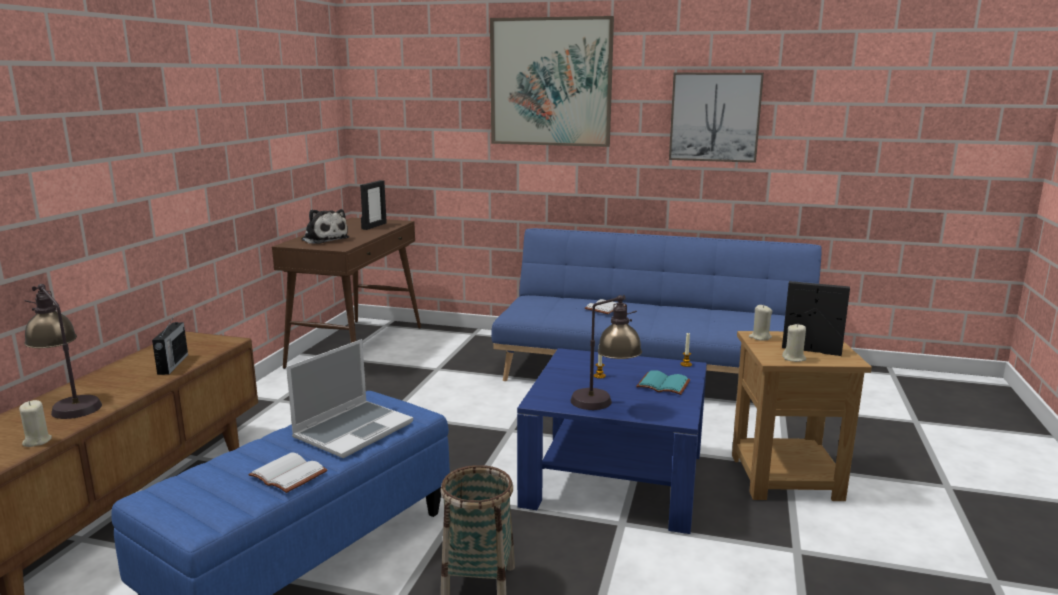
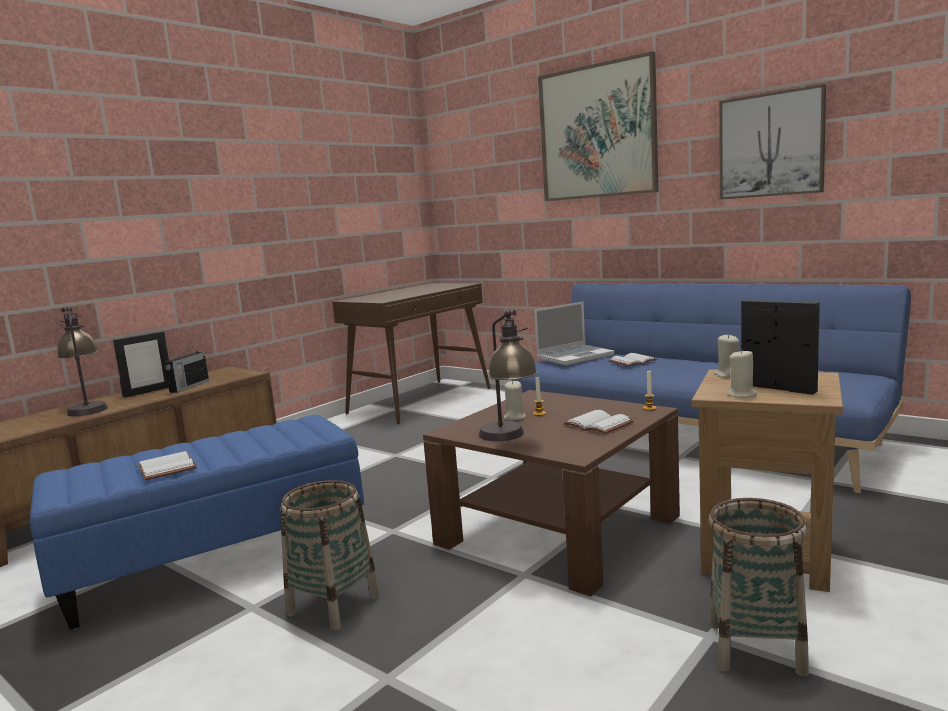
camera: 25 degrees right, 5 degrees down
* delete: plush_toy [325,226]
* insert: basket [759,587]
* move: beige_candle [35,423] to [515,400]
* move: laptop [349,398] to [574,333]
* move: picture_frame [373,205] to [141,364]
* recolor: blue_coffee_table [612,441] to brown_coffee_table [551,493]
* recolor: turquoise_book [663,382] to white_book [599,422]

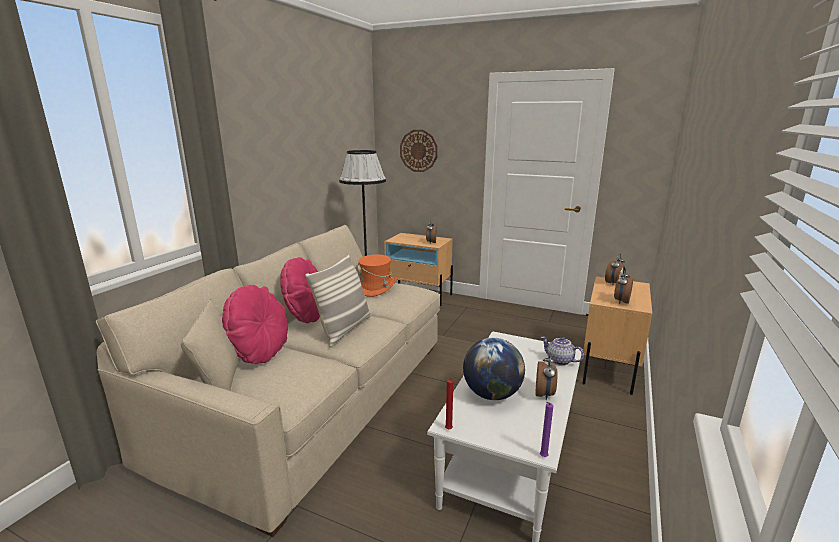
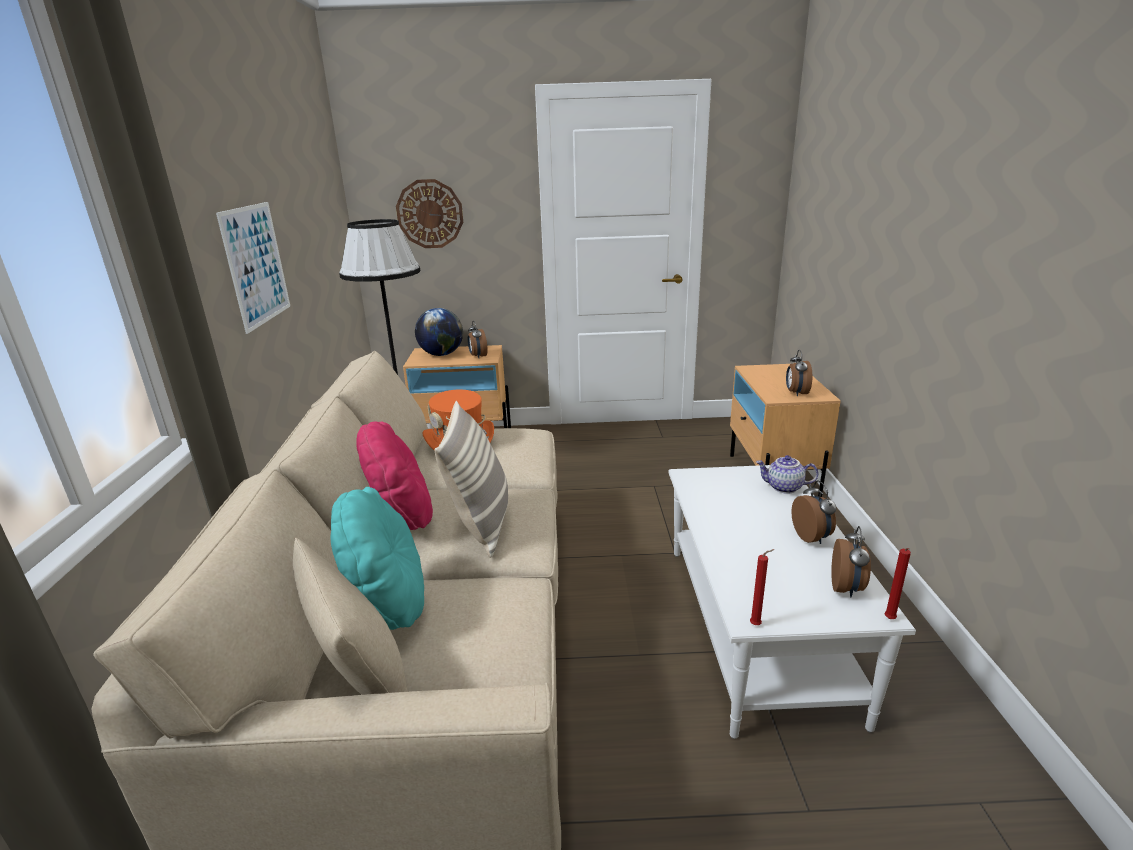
camera: 25 degrees left, 5 degrees up
* insert: picture [253,268]
* move: globe [494,369] to [439,332]
* move: alarm_clock [615,269] to [851,562]
* recolor: pink_pillow [255,324] to turquoise_pillow [377,558]
* recolor: purple_candle [546,429] to red_candle [897,583]

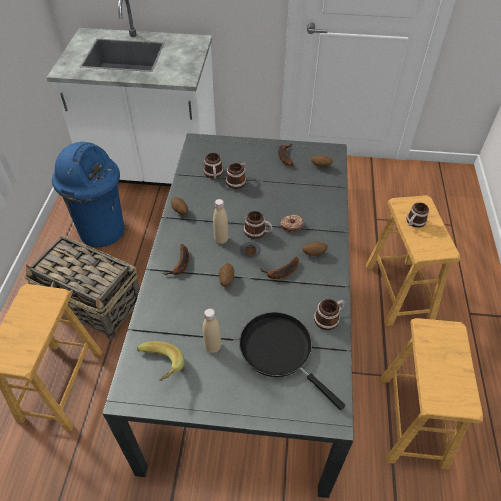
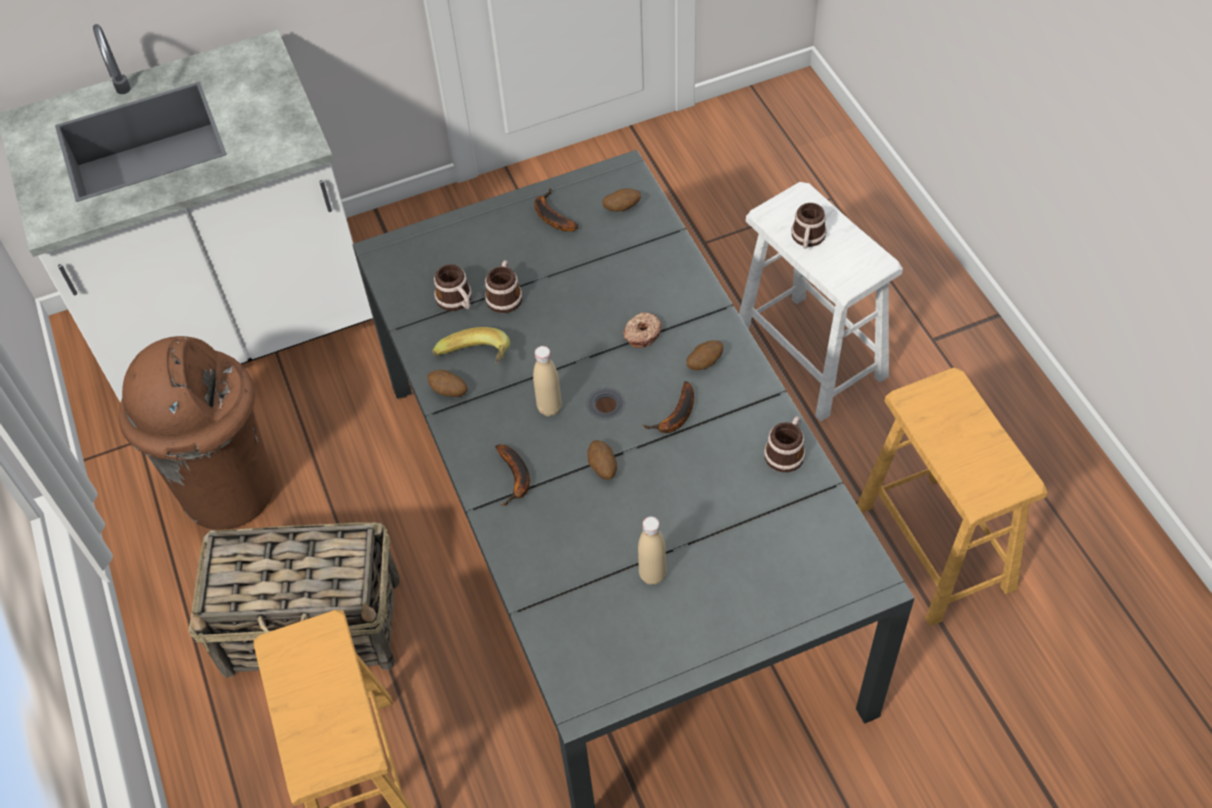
camera: 25 degrees left, 5 degrees up
* delete: black_frying_pan [292,361]
* delete: mug [258,225]
* move: banana [161,361] to [471,345]
* recolor: blue_trash_can [88,194] to brown_trash_can [196,433]
* recolor: brown_stool [412,260] to white_stool [821,301]

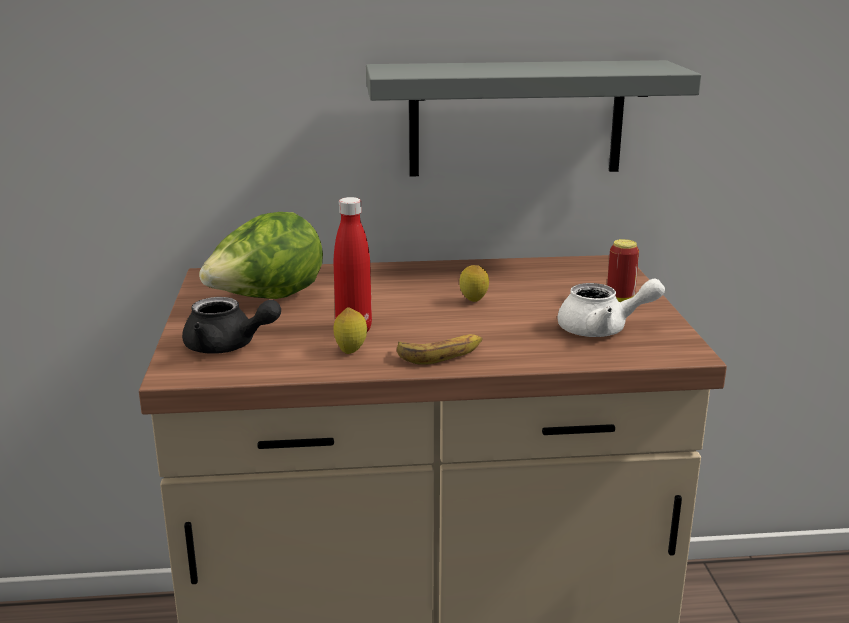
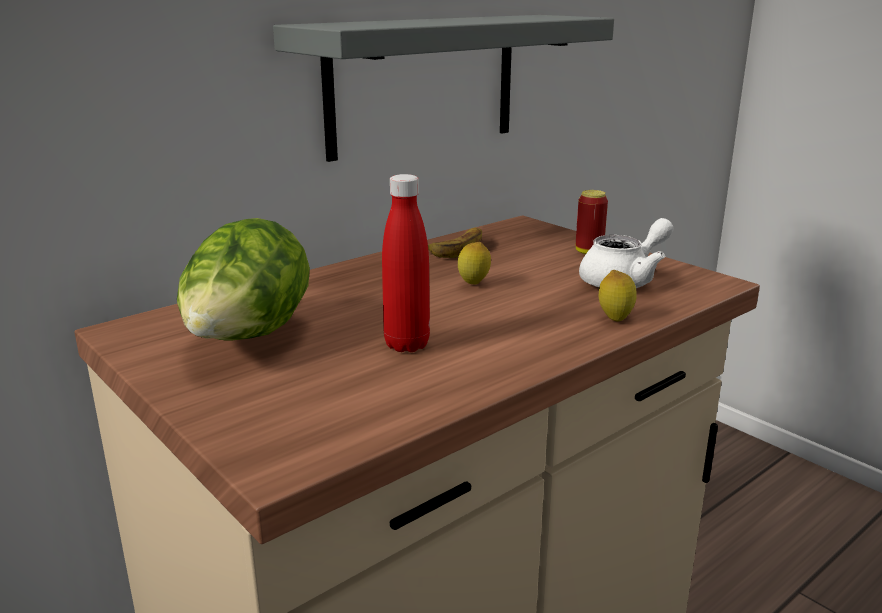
camera: 35 degrees left, 0 degrees up
* delete: black_teapot [231,325]
* move: lemon [350,330] to [618,296]
* move: banana [439,349] to [455,243]

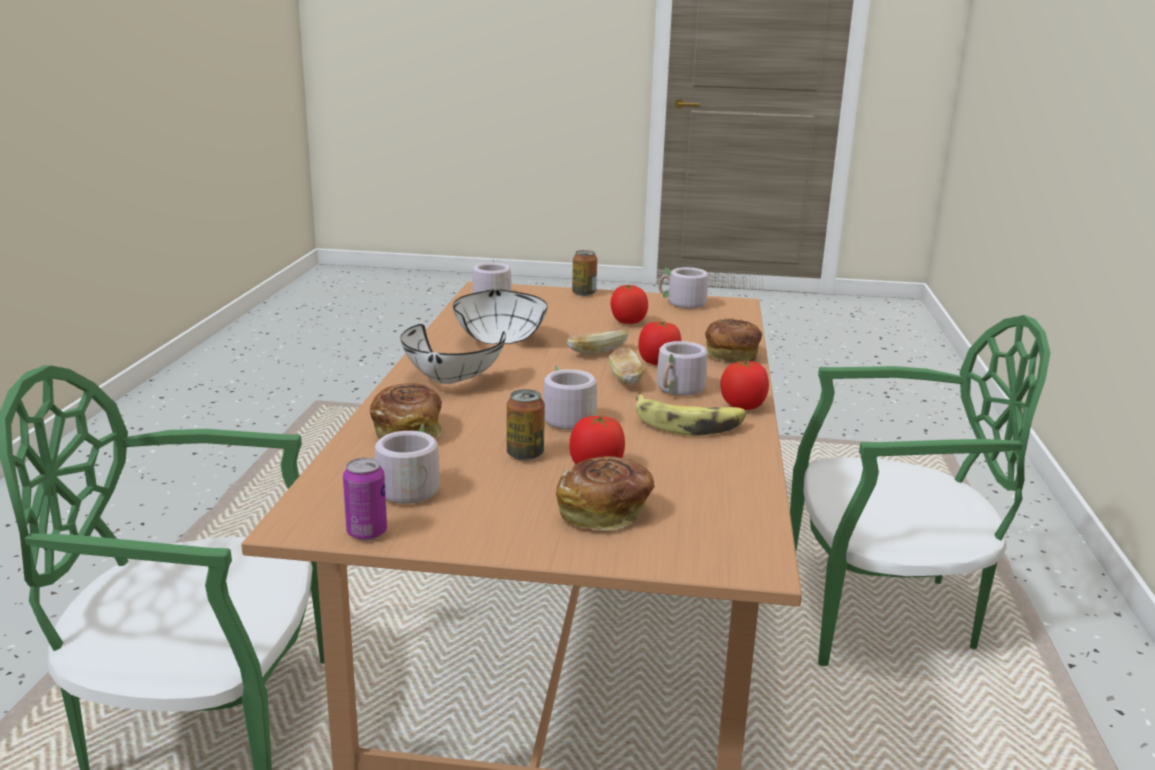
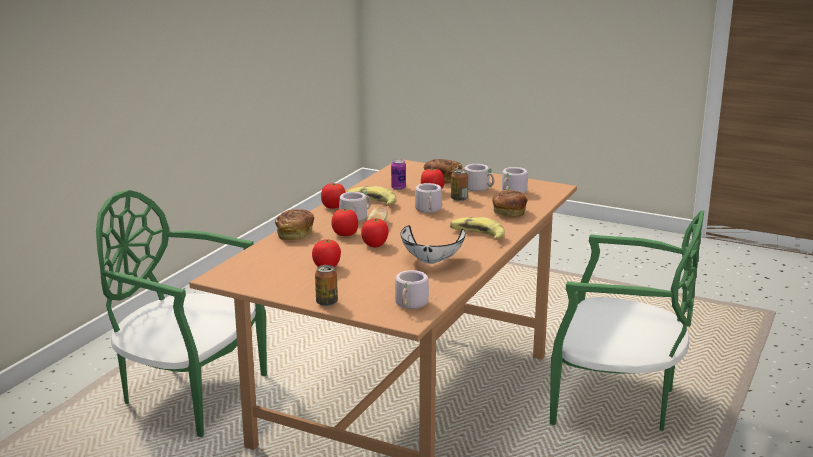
camera: 160 degrees left, 0 degrees up
* move: can [365,499] to [398,174]
* move: grey_mug [683,290] to [479,177]
* replace: white_bowl [453,354] to banana [477,228]
* replace: bread [598,341] to tomato [375,233]

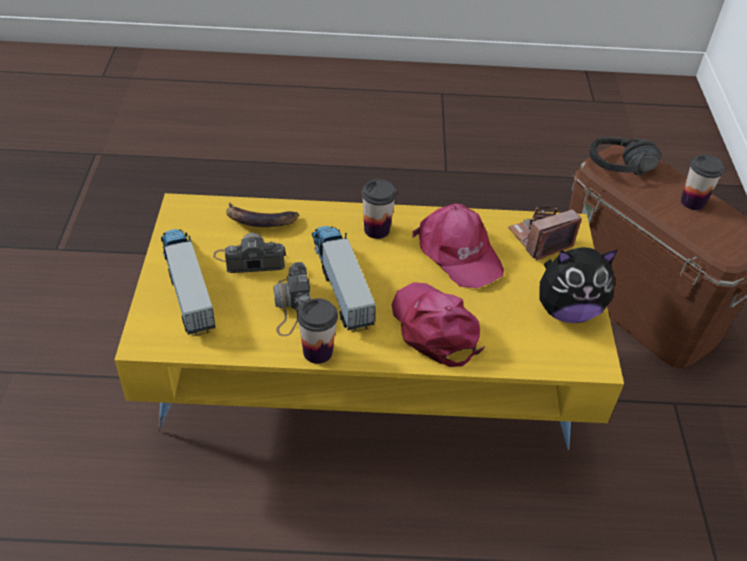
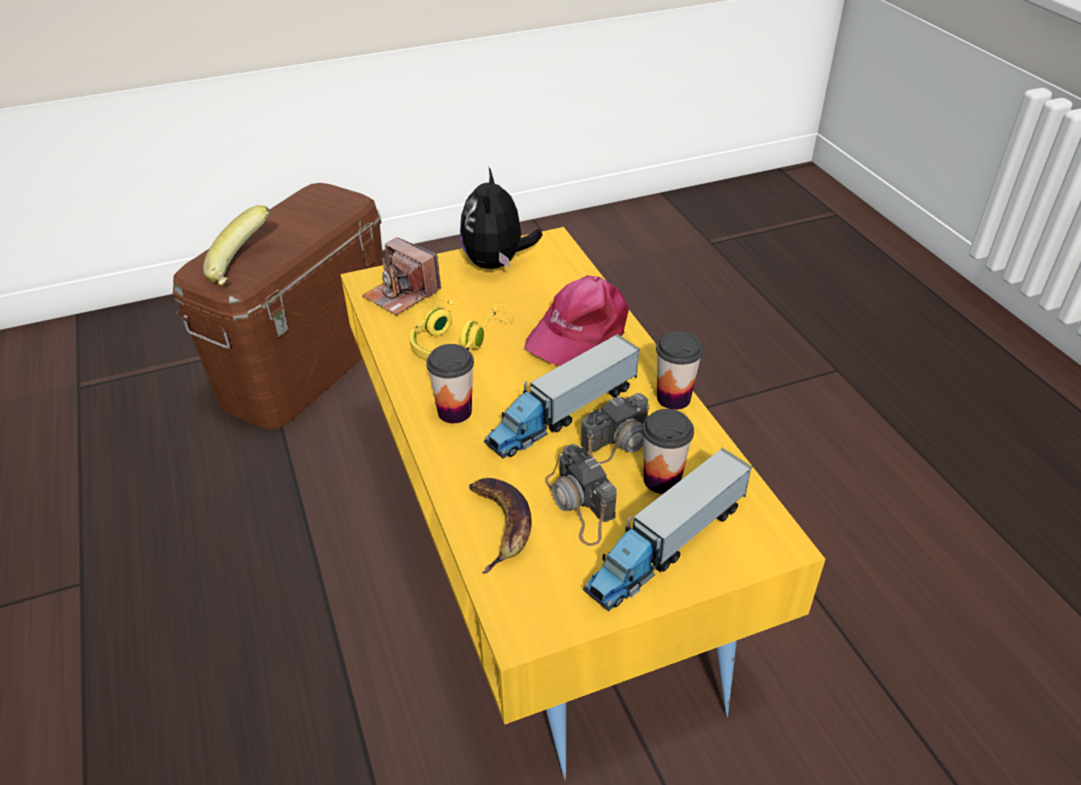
camera: 110 degrees left, 5 degrees down
* move: cup [703,182] to [668,451]
* replace: pink_cap [458,245] to yellow_headphones [462,328]
* replace: black_headphones [625,156] to banana [236,245]
* rotate: plush_toy [578,285] = [501,218] 150 degrees counterclockwise

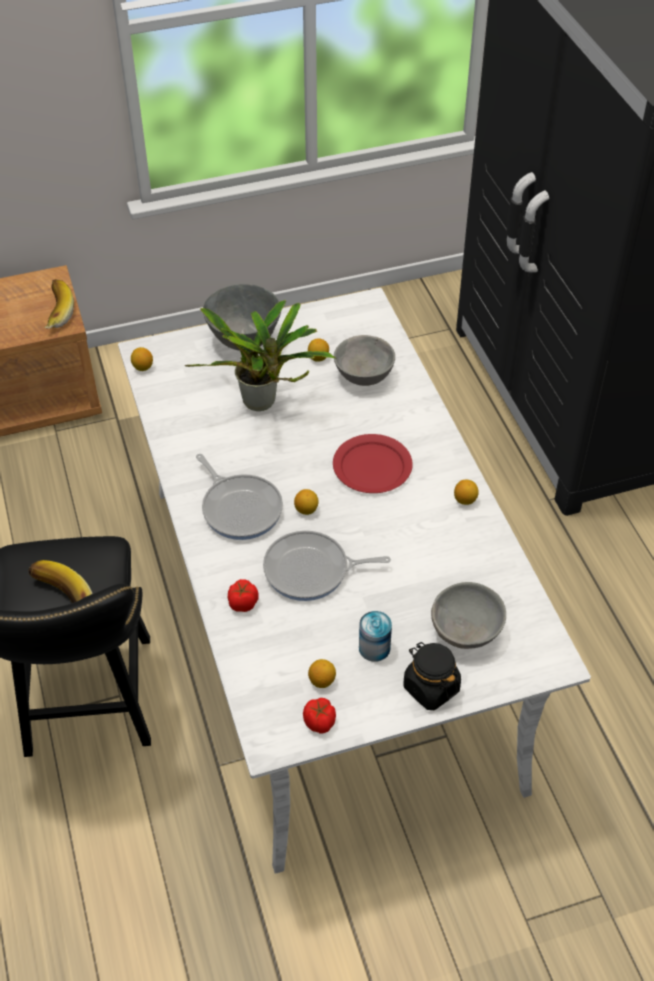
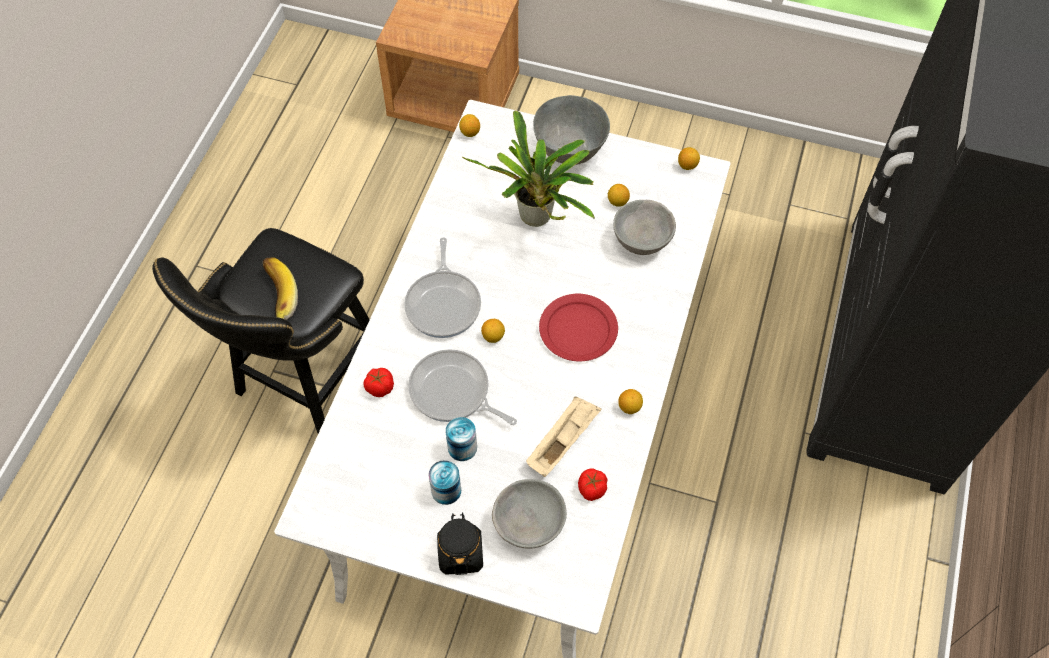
camera: 35 degrees right, 10 degrees up
* delete: banana [59,304]
* insert: can [461,439]
* insert: beige_tray [563,437]
* move: tomato [319,715] to [592,484]
* move: lemon [322,673] to [689,158]

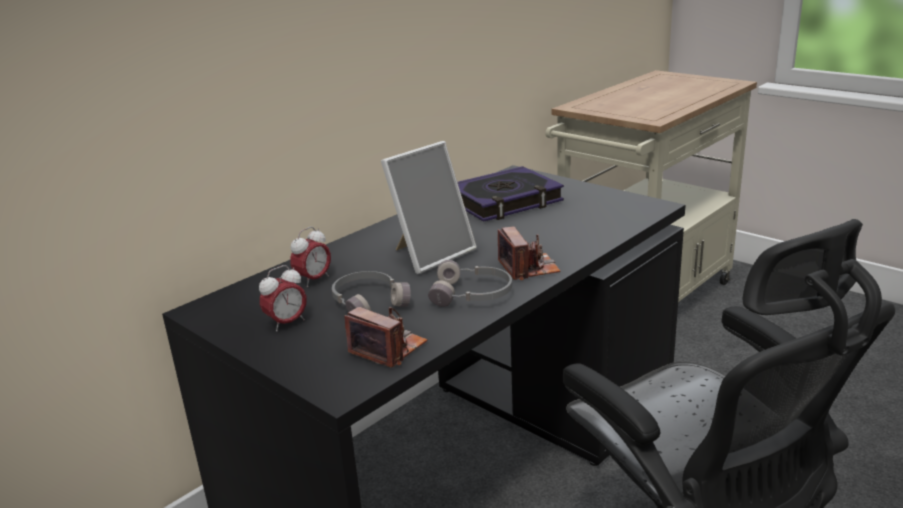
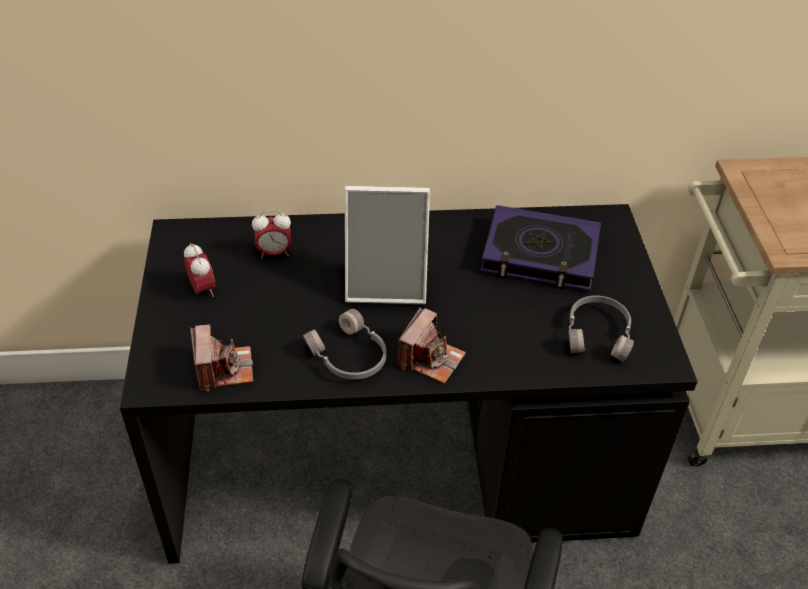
camera: 40 degrees right, 20 degrees up
* move: grey_headphones [371,291] to [601,328]
* rotate: alarm_clock [283,298] = [200,270] 120 degrees counterclockwise

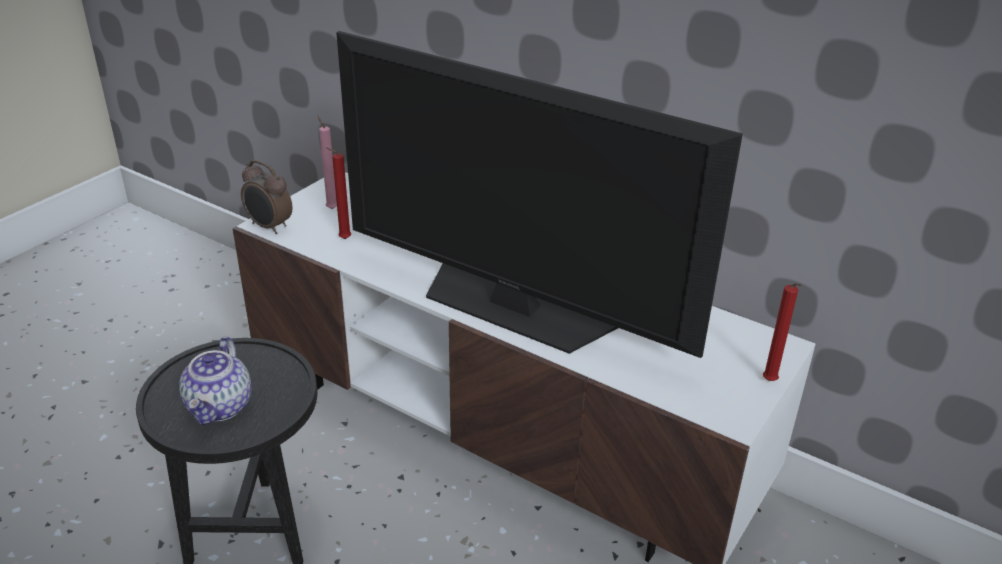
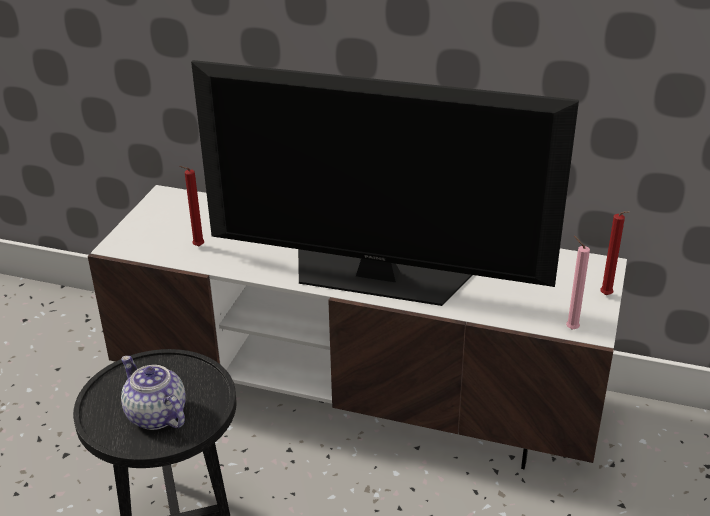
camera: 15 degrees left, 0 degrees up
* delete: alarm_clock [266,197]
* move: pink_candle [327,162] to [578,283]
* rotate: teapot [215,381] = [153,393] 150 degrees clockwise

